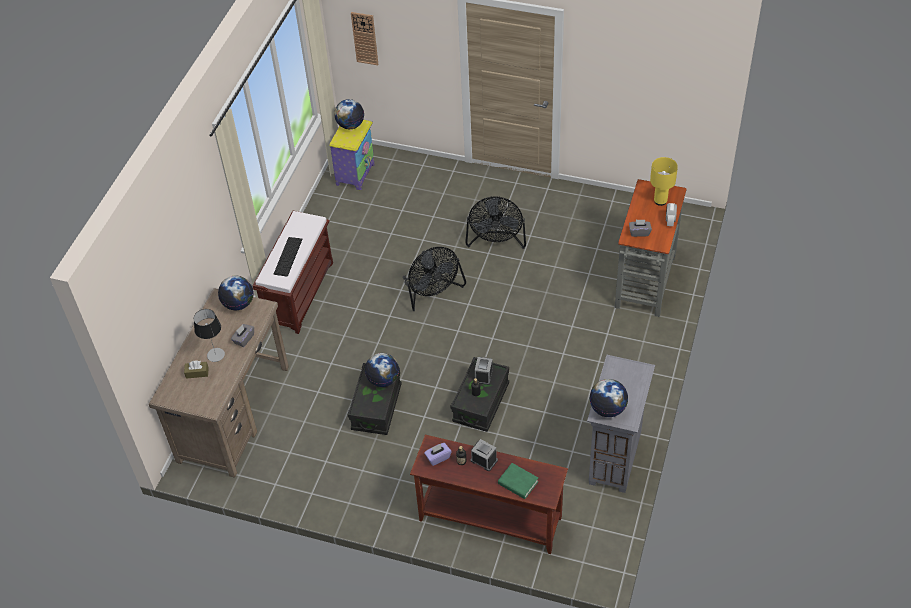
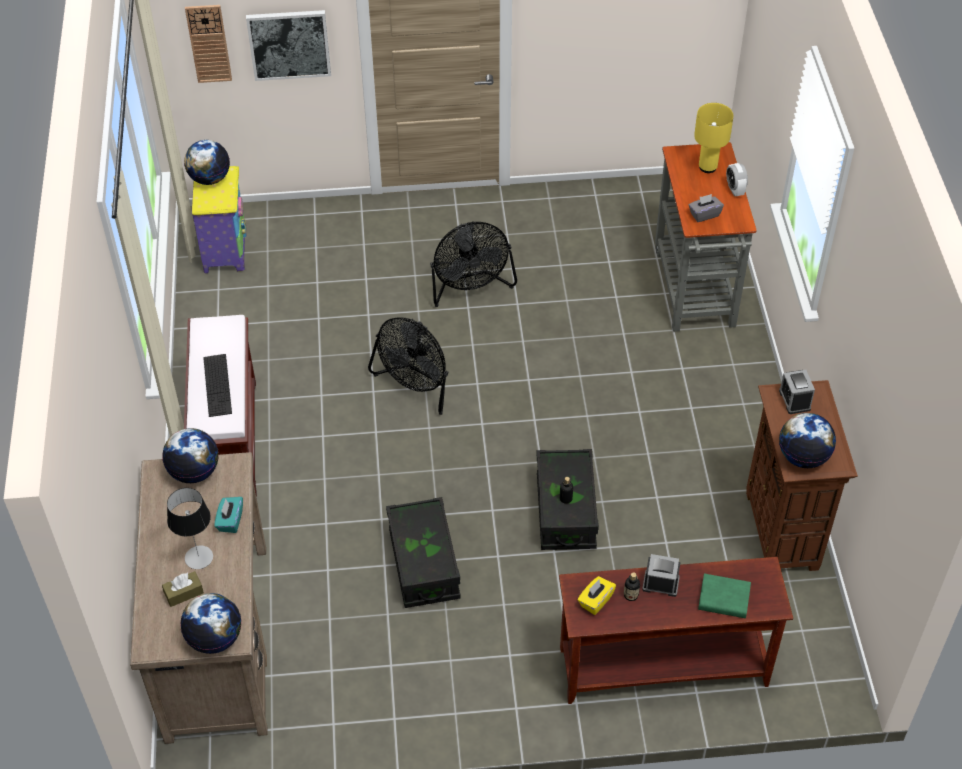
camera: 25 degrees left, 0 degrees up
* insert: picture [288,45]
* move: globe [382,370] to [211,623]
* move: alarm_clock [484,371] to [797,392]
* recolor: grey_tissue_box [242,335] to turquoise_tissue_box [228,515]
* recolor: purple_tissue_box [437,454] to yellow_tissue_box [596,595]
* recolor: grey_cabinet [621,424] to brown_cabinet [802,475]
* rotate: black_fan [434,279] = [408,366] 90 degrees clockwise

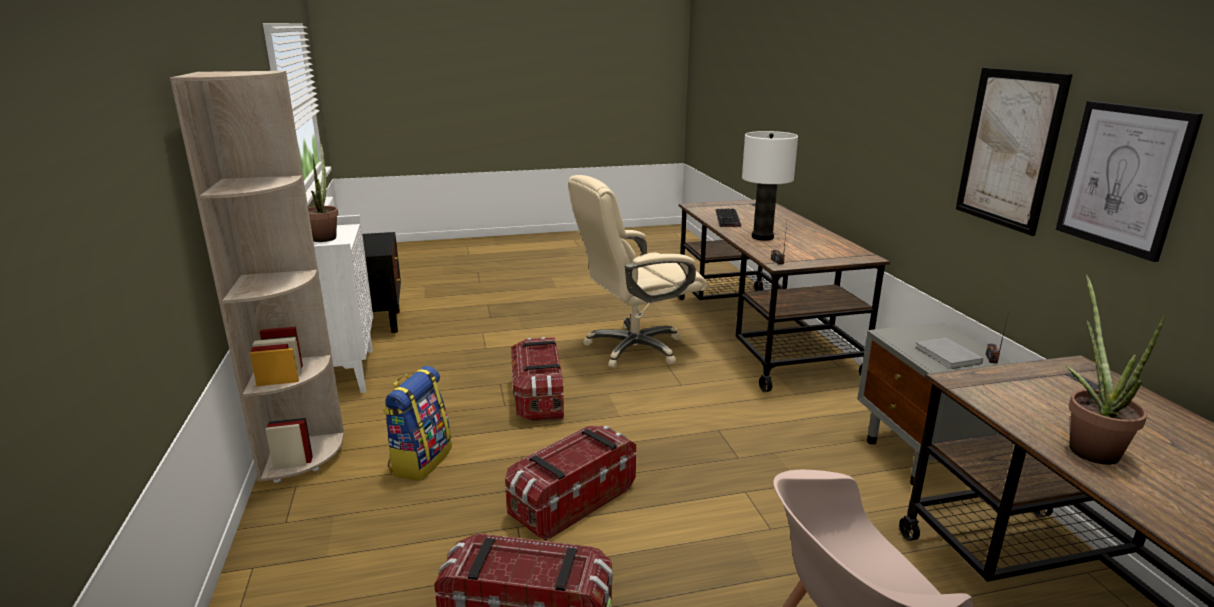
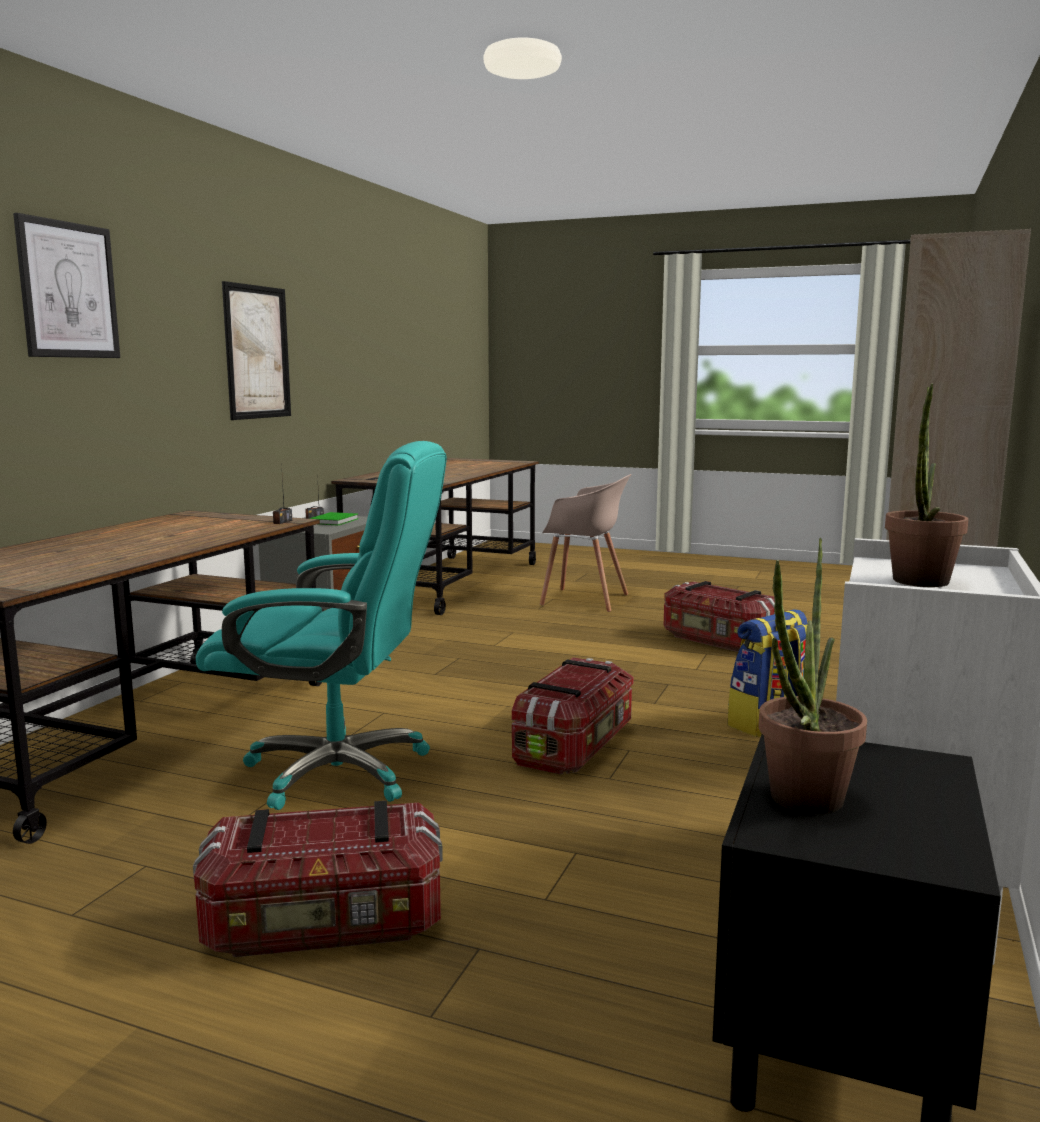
camera: 145 degrees left, 10 degrees down
* delete: keyboard [728,218]
* delete: white_table_lamp [770,185]
* move: storage_box [570,483] to [318,879]
* move: picture [1129,181] to [66,285]
* move: potted_plant [1116,370] to [813,676]
* recolor: beige_office_chair [637,271] to turquoise_office_chair [321,625]
* recolor: grey_book [949,353] to green_book [333,518]

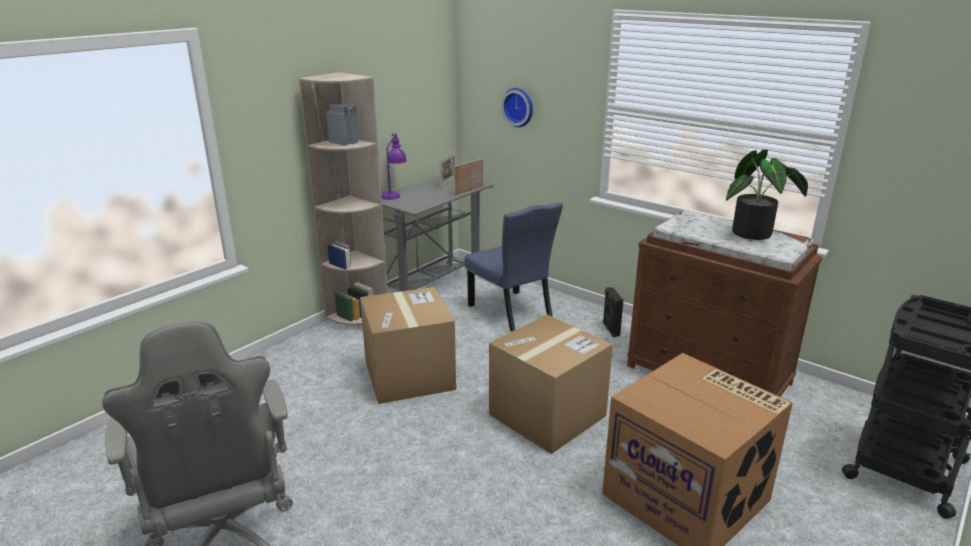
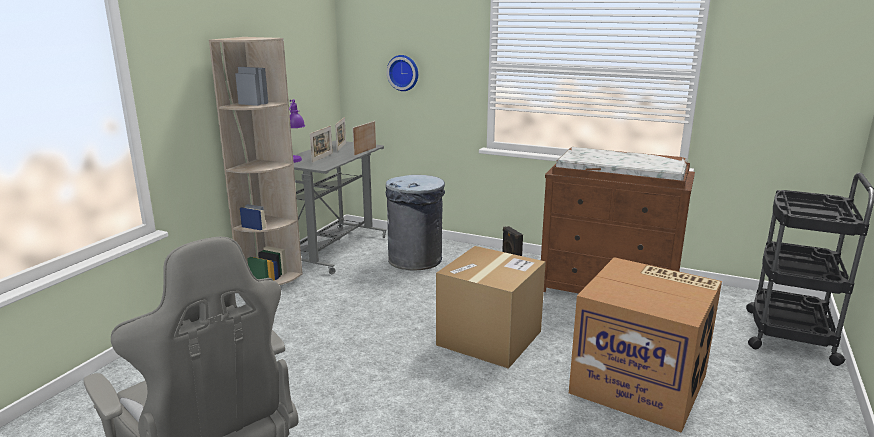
camera: 15 degrees left, 5 degrees down
* delete: cardboard_box [408,345]
* delete: potted_plant [767,194]
* insert: picture_frame [321,144]
* replace: blue_chair [514,267] to grey_trash_can [415,223]

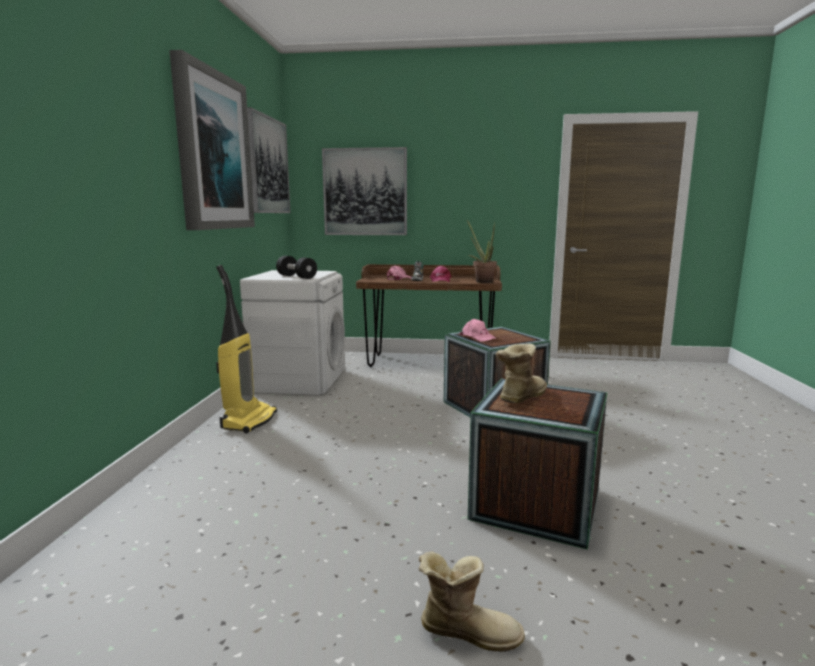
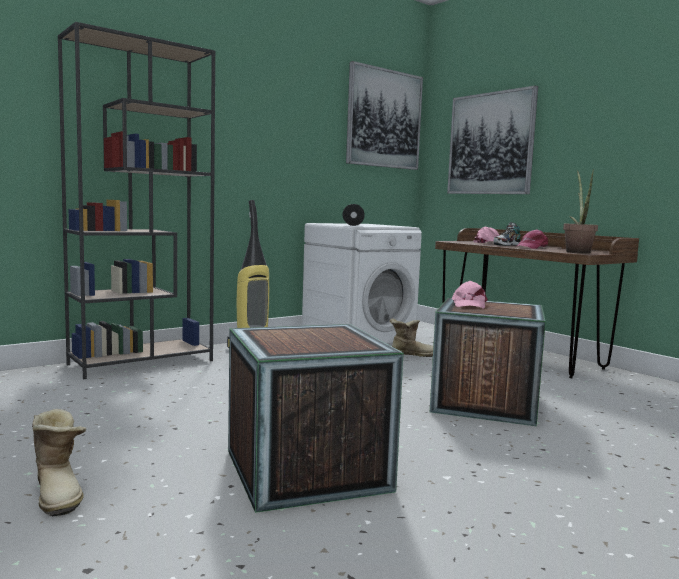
camera: 45 degrees right, 5 degrees down
* delete: picture [212,140]
* insert: bookcase [136,200]
* move: boot [521,373] to [411,337]

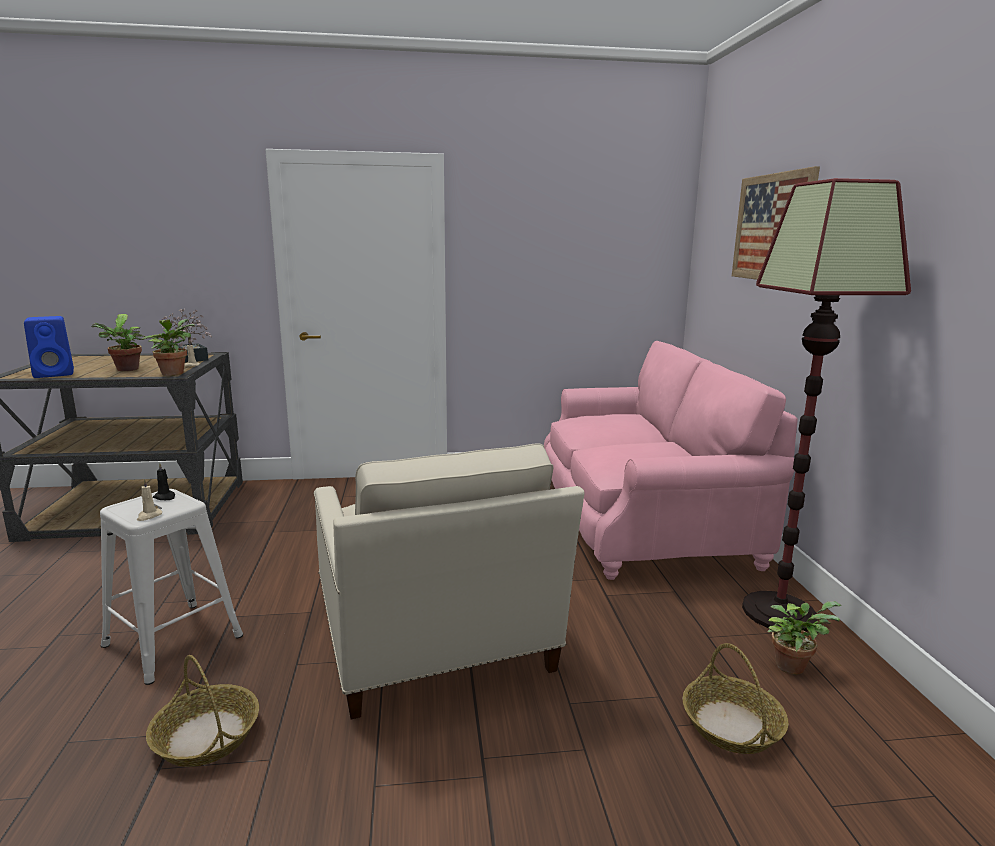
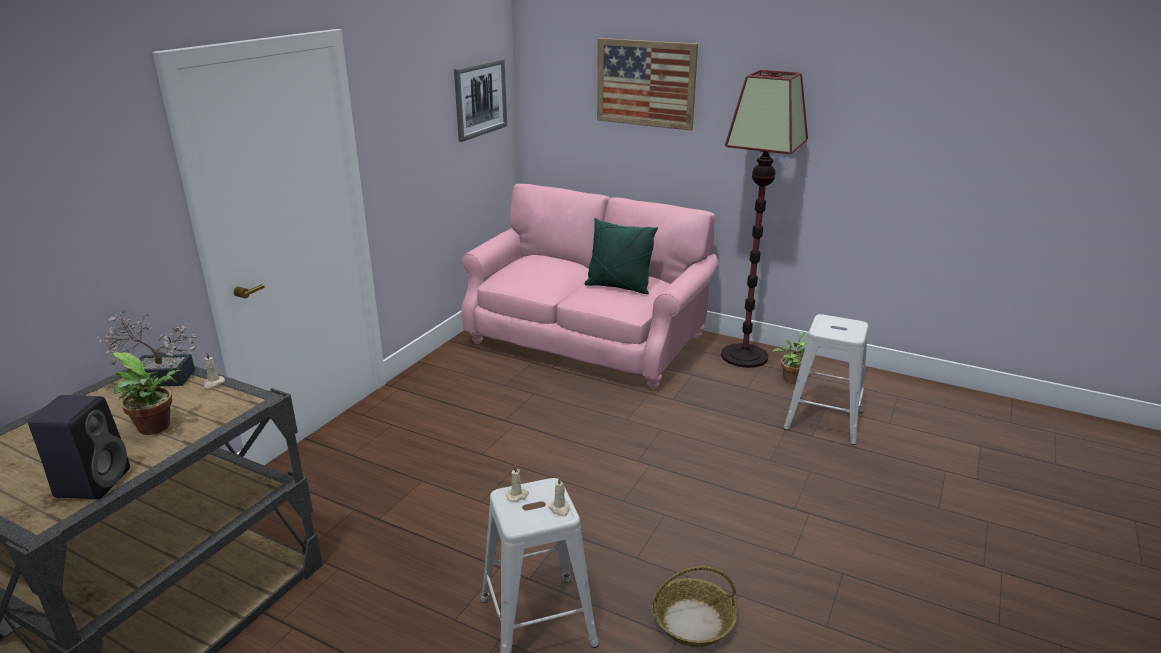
camera: 55 degrees left, 10 degrees up
* delete: potted_plant [168,347]
* delete: beige_armchair [449,581]
* insert: picture [480,100]
* insert: green_pillow [621,256]
* replace: basket [735,698] to white_stool [825,379]
* recolor: blue_speaker [49,347] to black_speaker [79,447]
* recolor: black_candle [164,481] to beige_candle [517,483]

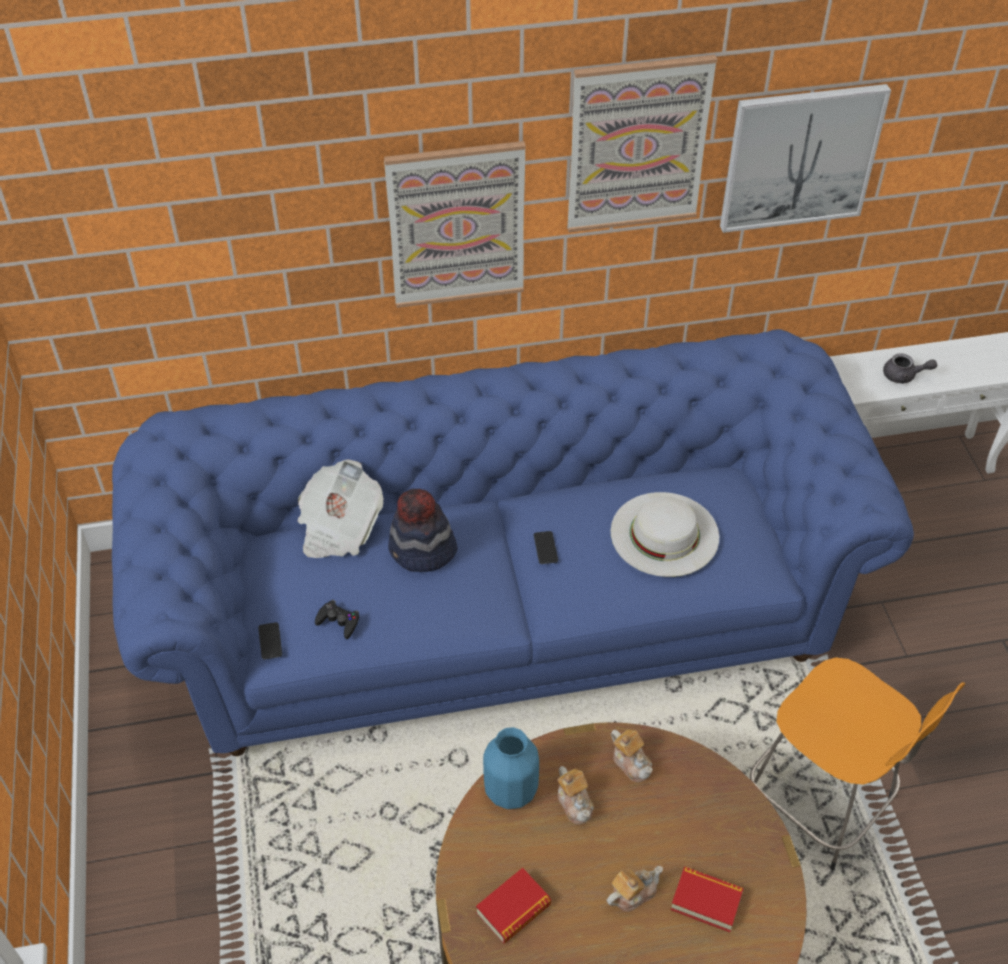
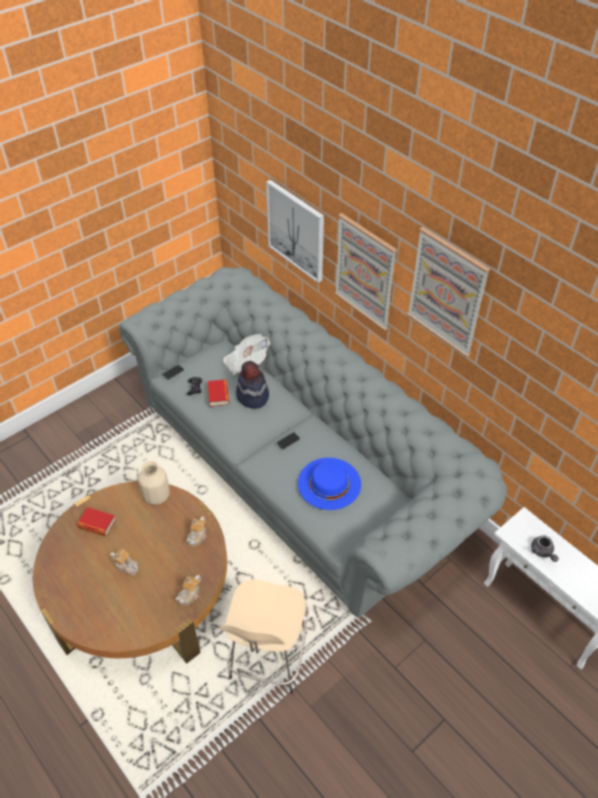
camera: 60 degrees right, 0 degrees up
* move: teapot [575,795] to [188,590]
* move: book [707,899] to [218,393]
* move: picture [805,158] to [295,231]
* recolor: blue_sofa [513,542] to grey_sofa [313,442]
* recolor: blue_vase [511,768] to beige_vase [154,483]
* recolor: white_hat [665,534] to blue_hat [329,484]
* recolor: orange_stool [857,763] to beige_stool [263,636]

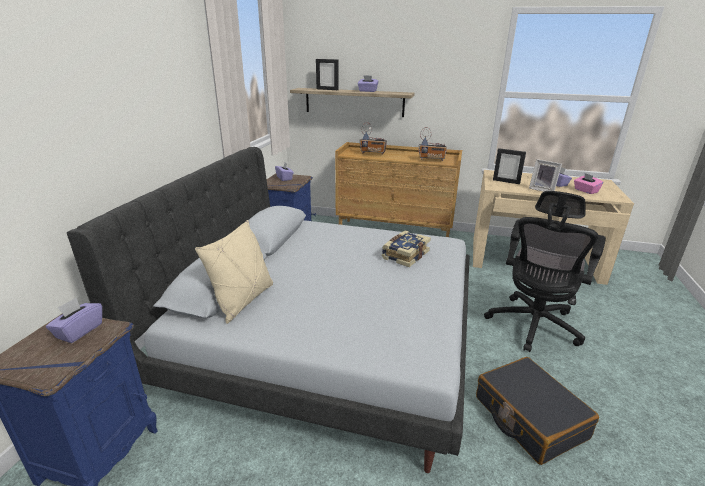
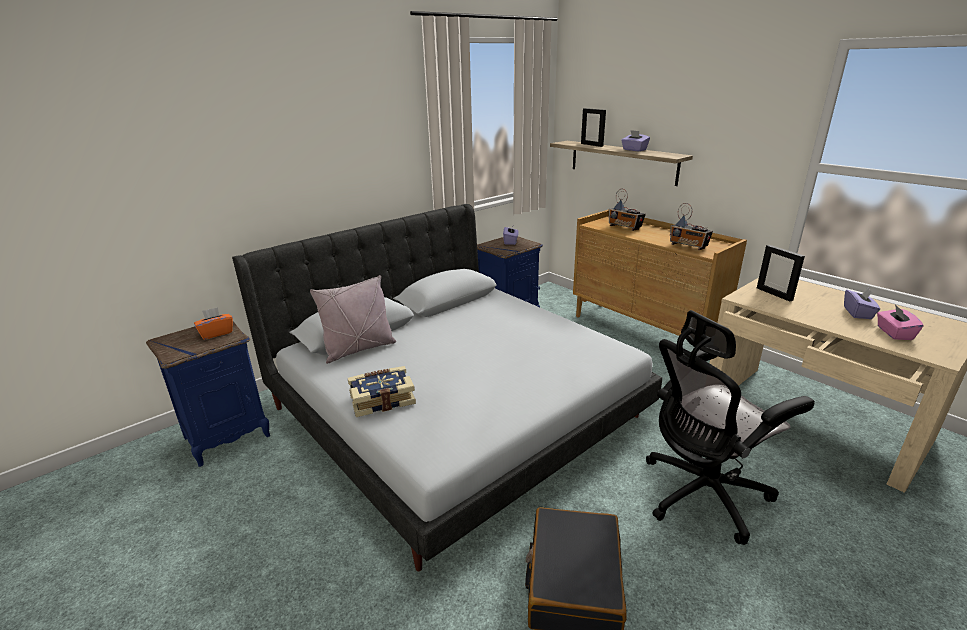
camera: 35 degrees right, 0 degrees up
* delete: picture_frame [545,175]
* move: book [406,248] to [382,391]
* recolor: purple_tissue_box [74,320] to orange_tissue_box [213,323]
* recolor: beige_pillow [234,272] to purple_pillow [353,319]

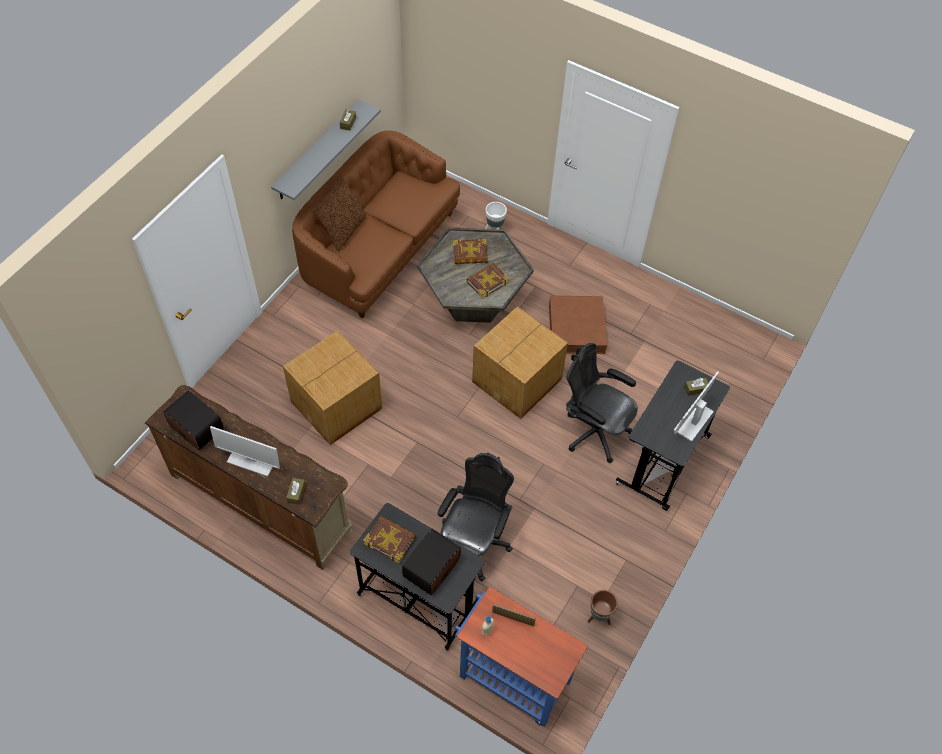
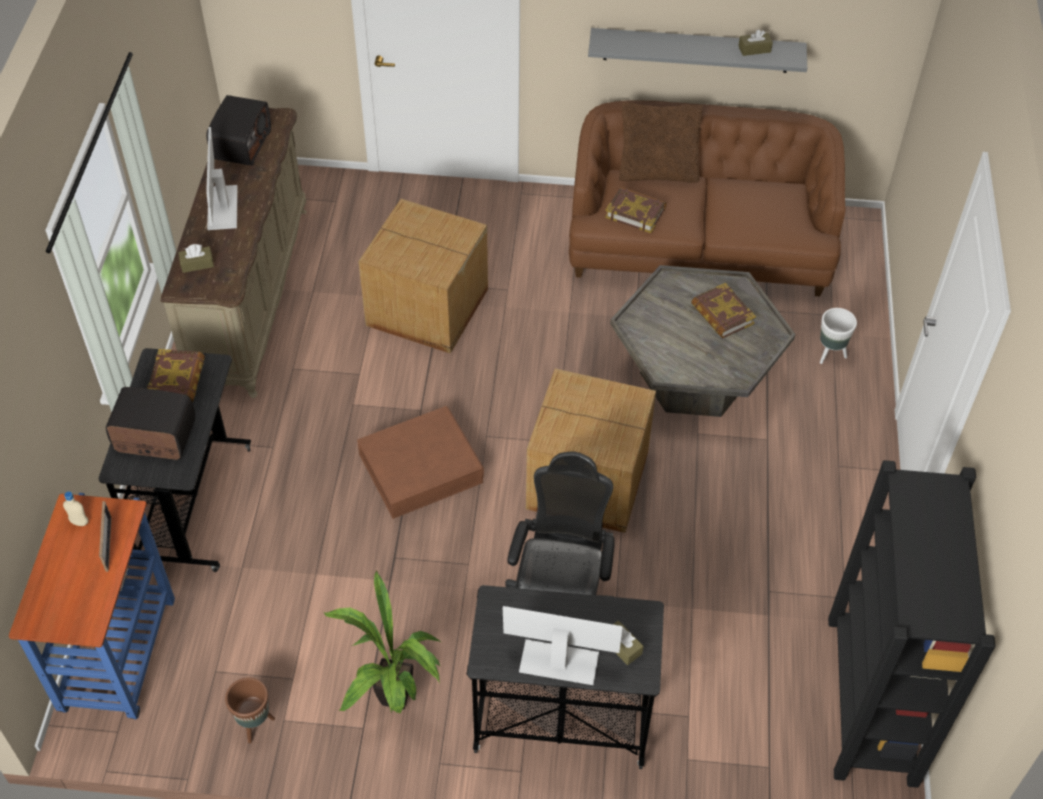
camera: 65 degrees right, 5 degrees down
* delete: office_chair [476,517]
* insert: potted_plant [382,642]
* insert: black_bookcase [912,624]
* move: book [487,281] to [635,210]
* move: brown_storage_box [578,325] to [420,462]

